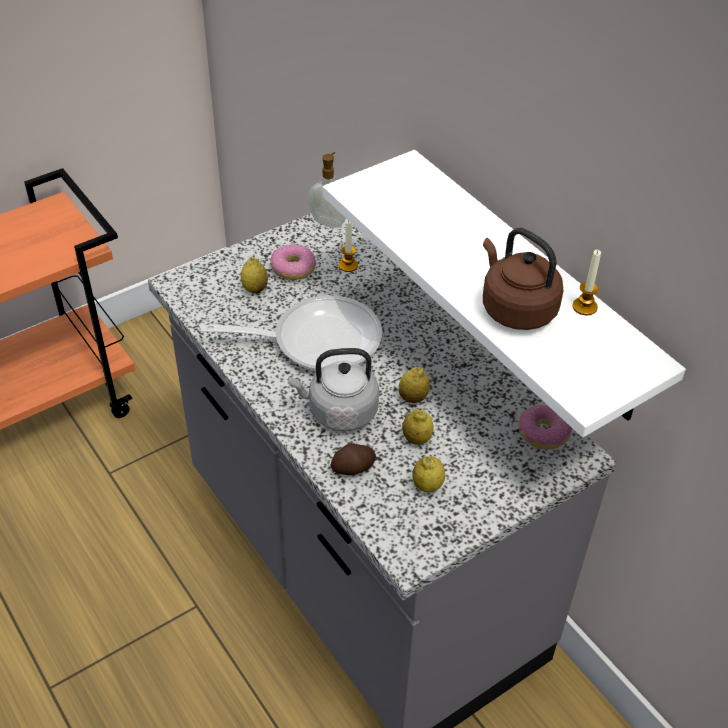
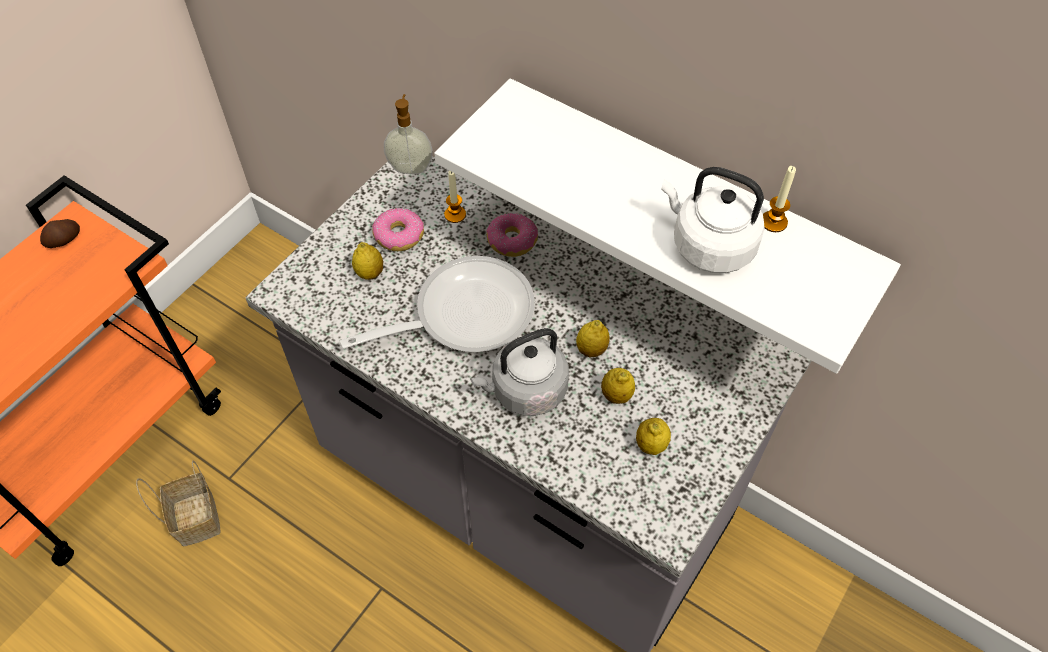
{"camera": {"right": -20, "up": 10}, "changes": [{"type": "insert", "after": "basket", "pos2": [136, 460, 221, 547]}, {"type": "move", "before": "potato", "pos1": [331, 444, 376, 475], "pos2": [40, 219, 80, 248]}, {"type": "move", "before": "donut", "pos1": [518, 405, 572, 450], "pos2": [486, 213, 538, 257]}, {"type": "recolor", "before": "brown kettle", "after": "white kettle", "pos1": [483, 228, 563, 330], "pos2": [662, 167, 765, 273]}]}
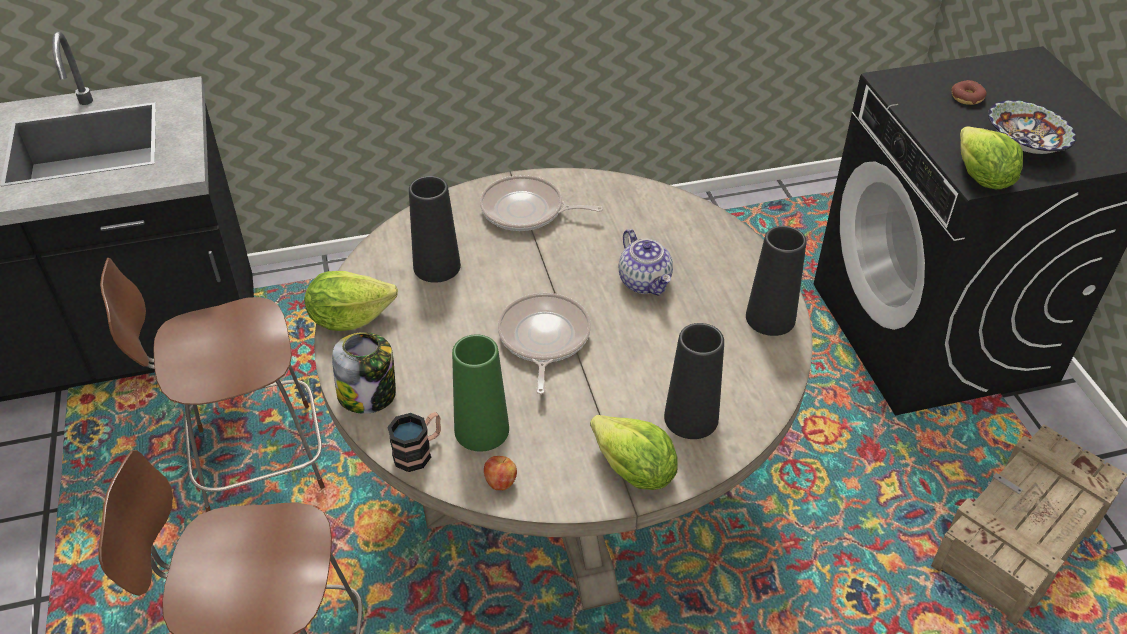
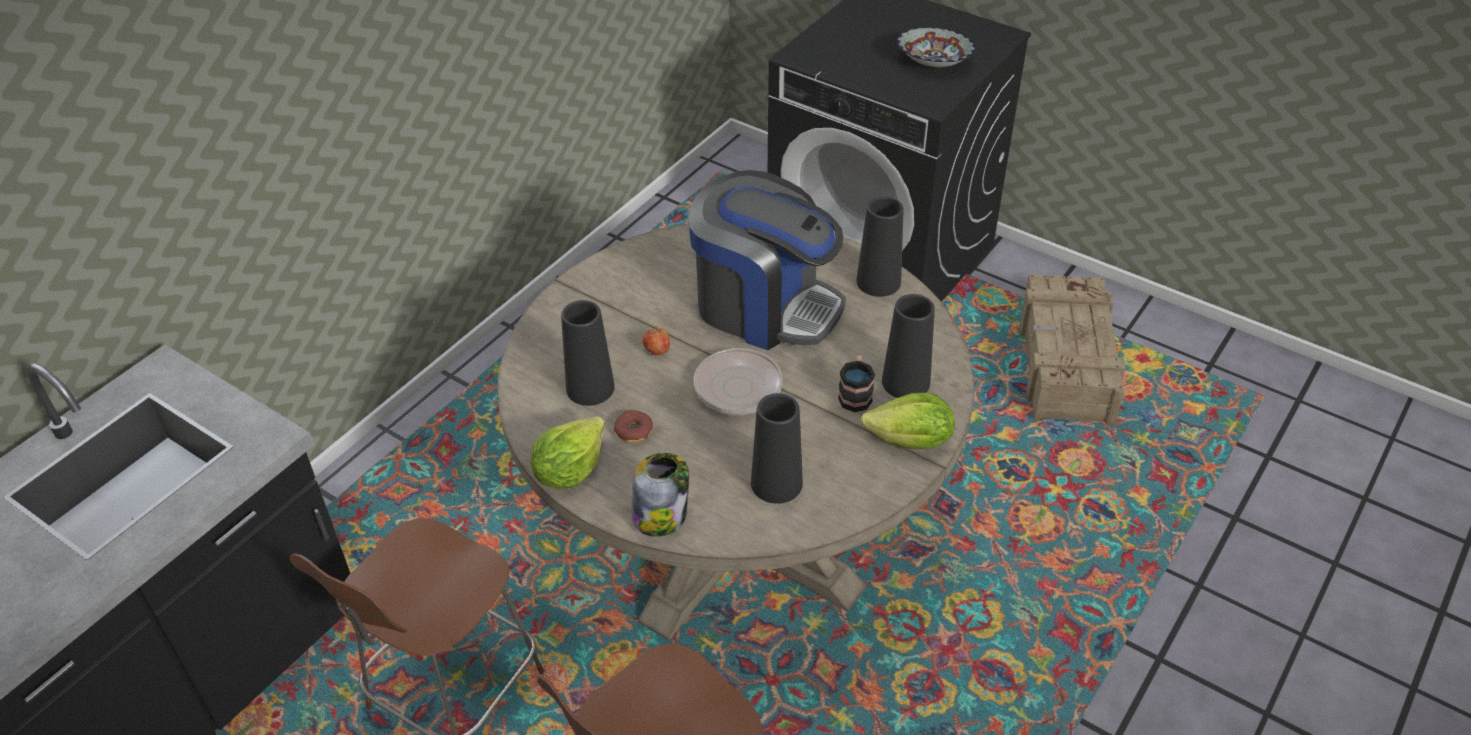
{"camera": {"right": -40, "up": 0}, "changes": [{"type": "delete", "before": "frying pan", "pos1": [480, 175, 603, 231]}, {"type": "delete", "before": "lettuce", "pos1": [960, 126, 1023, 189]}, {"type": "move", "before": "mug", "pos1": [387, 412, 441, 472], "pos2": [838, 354, 875, 412]}, {"type": "move", "before": "apple", "pos1": [484, 456, 517, 490], "pos2": [642, 327, 670, 355]}, {"type": "move", "before": "donut", "pos1": [951, 80, 987, 105], "pos2": [614, 410, 653, 443]}, {"type": "replace", "before": "teapot", "after": "coffee machine", "pos1": [619, 229, 673, 296], "pos2": [689, 170, 846, 350]}, {"type": "recolor", "before": "green vase", "after": "black vase", "pos1": [452, 334, 509, 451], "pos2": [751, 393, 803, 504]}]}
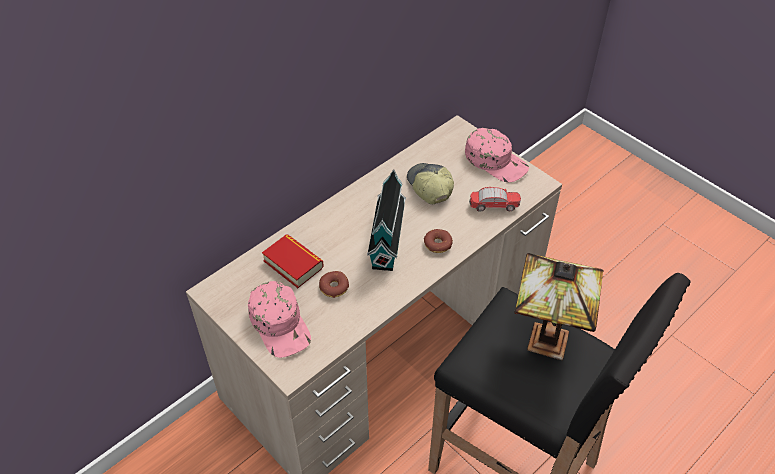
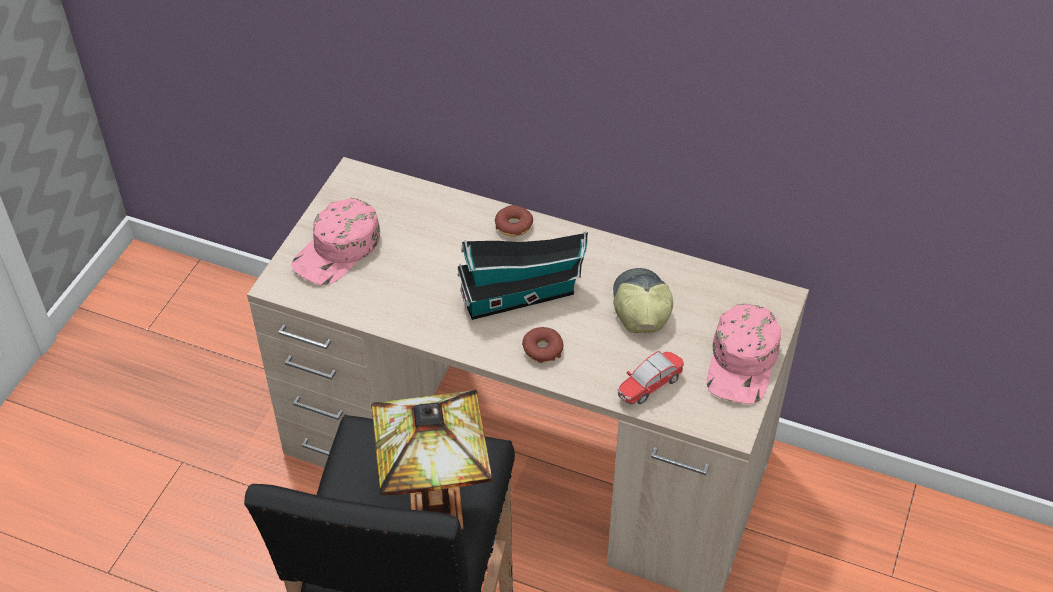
{"camera": {"right": 65, "up": 0}, "changes": [{"type": "delete", "before": "book", "pos1": [262, 234, 324, 288]}, {"type": "move", "before": "donut", "pos1": [319, 271, 349, 298], "pos2": [495, 205, 533, 237]}, {"type": "rotate", "before": "cap", "pos1": [407, 163, 454, 204], "pos2": [613, 268, 673, 333], "turn": -45}, {"type": "rotate", "before": "toy car", "pos1": [469, 187, 521, 212], "pos2": [618, 351, 684, 405], "turn": 75}]}
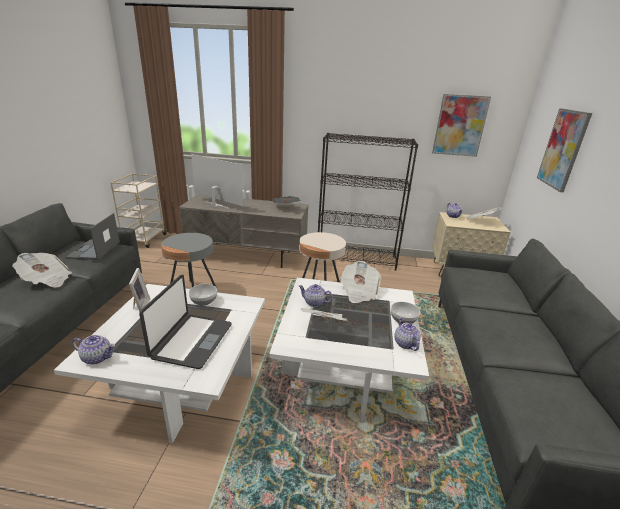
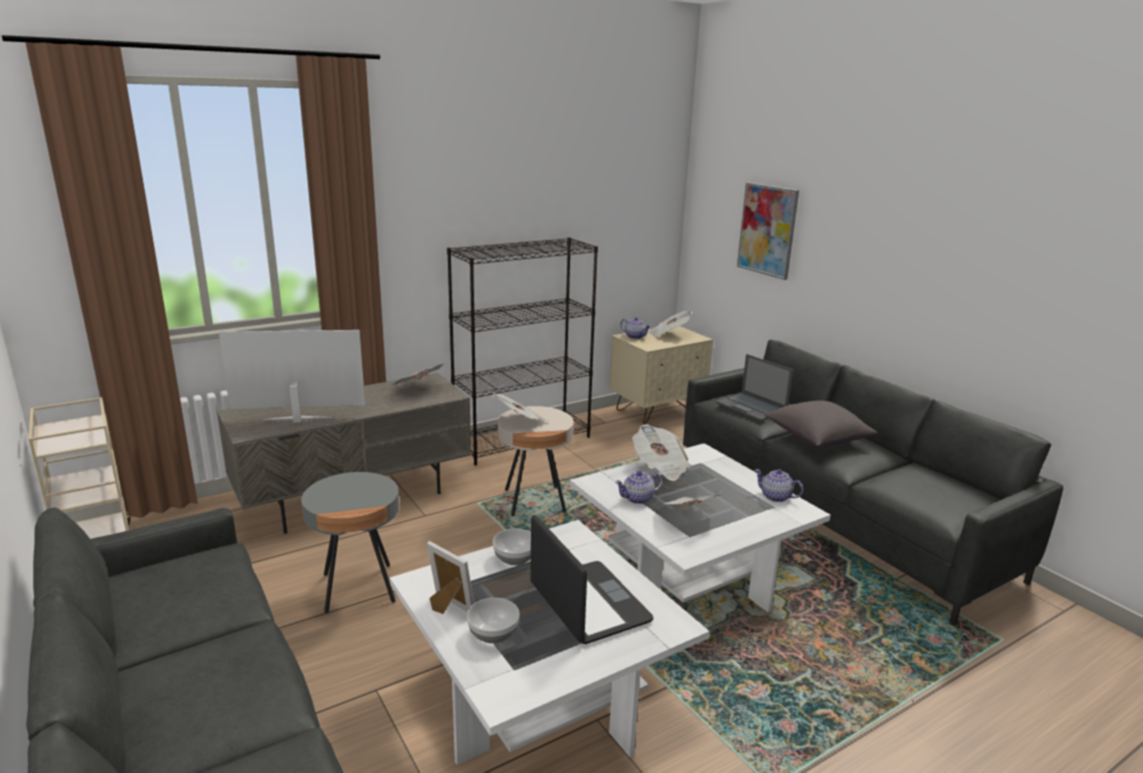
{"camera": {"right": -40, "up": -5}, "changes": [{"type": "delete", "before": "teapot", "pos1": [72, 335, 115, 365]}, {"type": "delete", "before": "picture", "pos1": [432, 94, 491, 157]}, {"type": "insert", "after": "grey pillow", "pos2": [765, 401, 877, 448]}, {"type": "move", "before": "newspaper", "pos1": [13, 253, 72, 288], "pos2": [491, 394, 549, 421]}, {"type": "move", "before": "laptop", "pos1": [66, 213, 120, 260], "pos2": [716, 354, 793, 421]}, {"type": "move", "before": "bowl", "pos1": [391, 302, 420, 324], "pos2": [467, 598, 520, 644]}]}
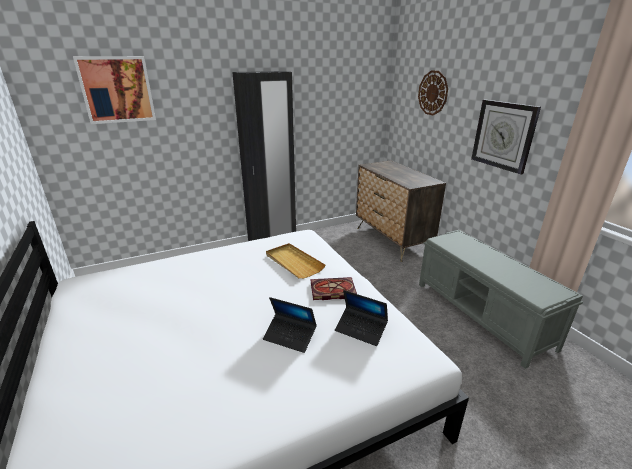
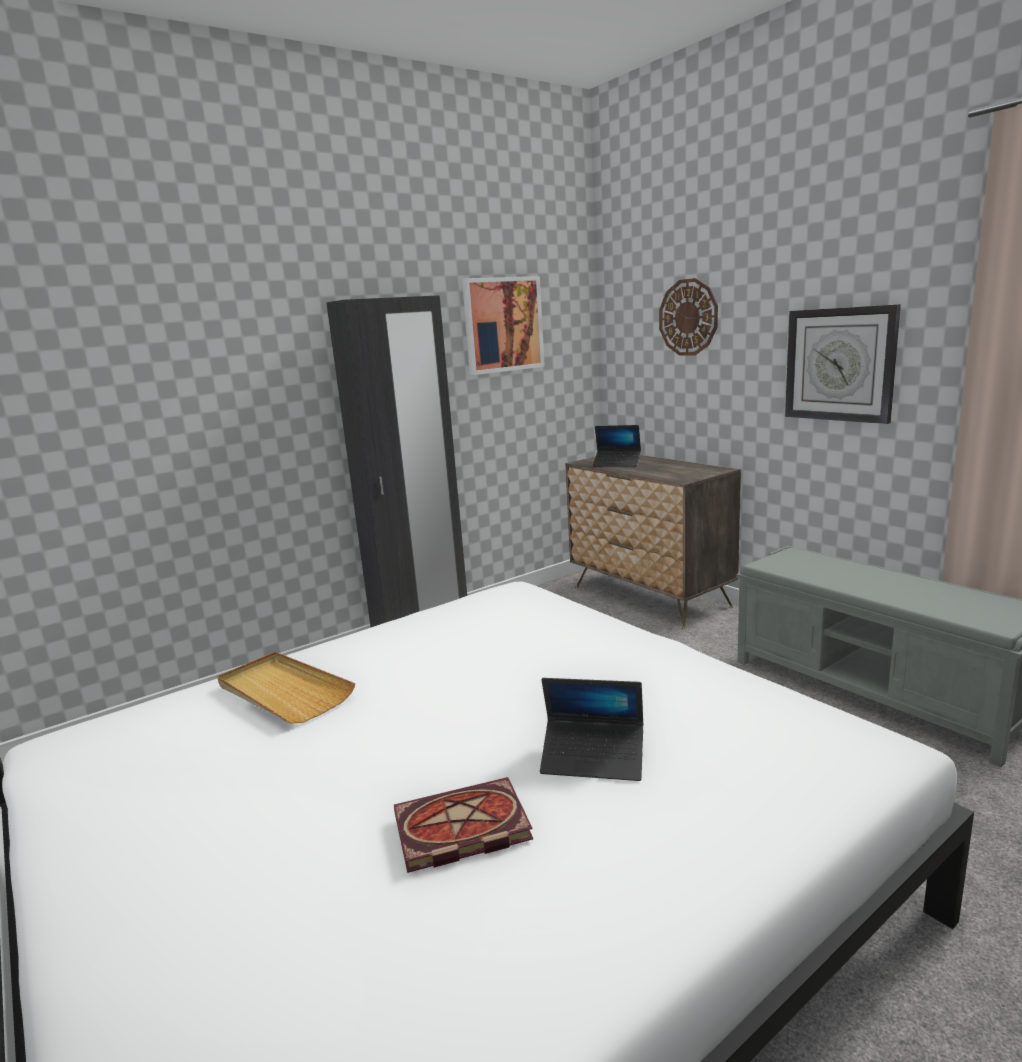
{"camera": {"right": -10, "up": -10}, "changes": [{"type": "move", "before": "picture", "pos1": [73, 56, 156, 124], "pos2": [462, 276, 545, 375]}, {"type": "move", "before": "beige tray", "pos1": [266, 243, 325, 279], "pos2": [217, 652, 355, 724]}, {"type": "move", "before": "book", "pos1": [311, 277, 357, 300], "pos2": [394, 777, 533, 873]}, {"type": "move", "before": "laptop", "pos1": [335, 290, 388, 346], "pos2": [593, 425, 641, 467]}]}
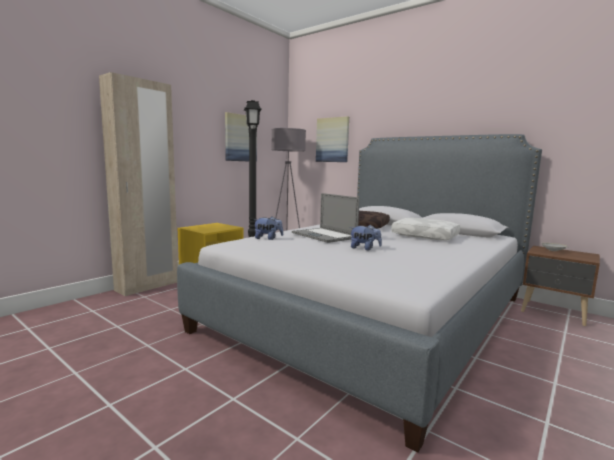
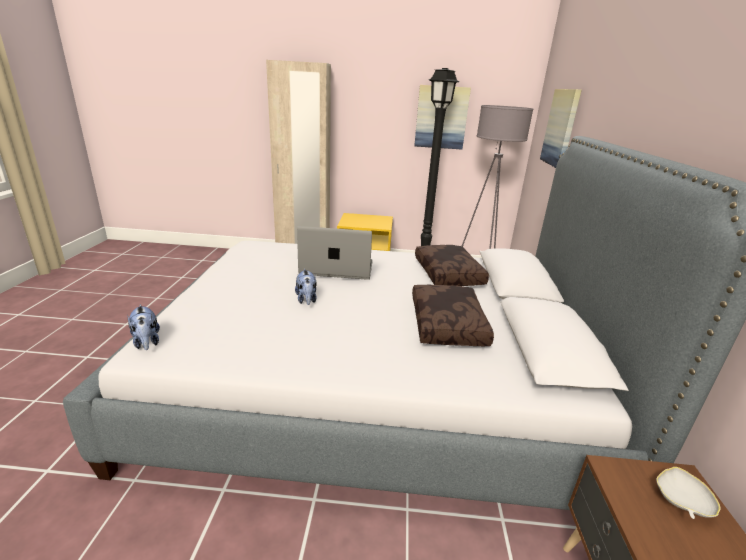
{"camera": {"right": 55, "up": 15}, "changes": [{"type": "move", "before": "plush toy", "pos1": [254, 217, 283, 240], "pos2": [127, 304, 160, 350]}, {"type": "recolor", "before": "white pillow", "after": "brown pillow", "pos1": [391, 217, 460, 240], "pos2": [412, 285, 494, 346]}, {"type": "rotate", "before": "laptop", "pos1": [292, 193, 360, 243], "pos2": [297, 226, 373, 280], "turn": 75}]}
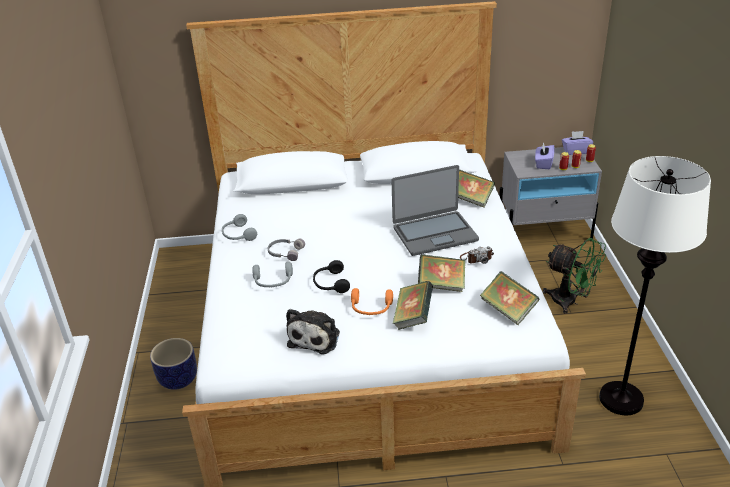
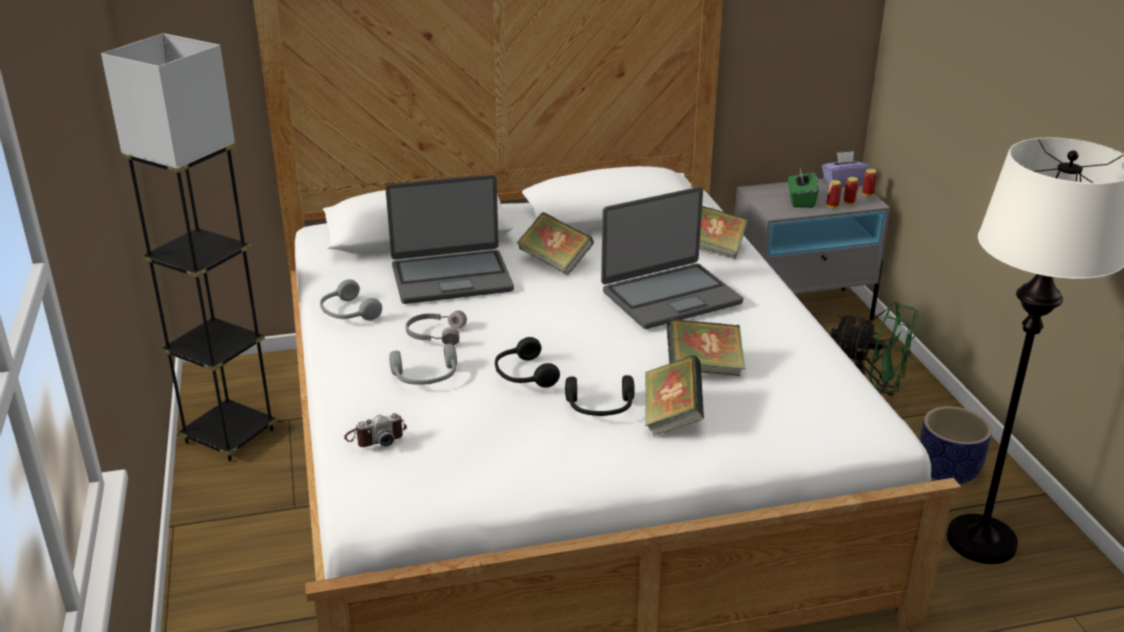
{"camera": {"right": -10, "up": -5}, "changes": [{"type": "delete", "before": "plush toy", "pos1": [286, 309, 340, 354]}, {"type": "insert", "after": "grey floor lamp", "pos2": [101, 33, 277, 462]}, {"type": "insert", "after": "laptop", "pos2": [386, 175, 514, 304]}, {"type": "move", "before": "planter", "pos1": [150, 338, 197, 390], "pos2": [919, 406, 992, 484]}, {"type": "move", "before": "photo camera", "pos1": [460, 246, 494, 264], "pos2": [344, 413, 407, 447]}, {"type": "move", "before": "book", "pos1": [480, 271, 539, 325], "pos2": [517, 212, 594, 276]}, {"type": "recolor", "before": "orange headphones", "after": "black headphones", "pos1": [351, 288, 393, 315], "pos2": [565, 375, 635, 416]}, {"type": "recolor", "before": "purple tissue box", "after": "green tissue box", "pos1": [535, 142, 555, 169], "pos2": [788, 168, 819, 208]}]}
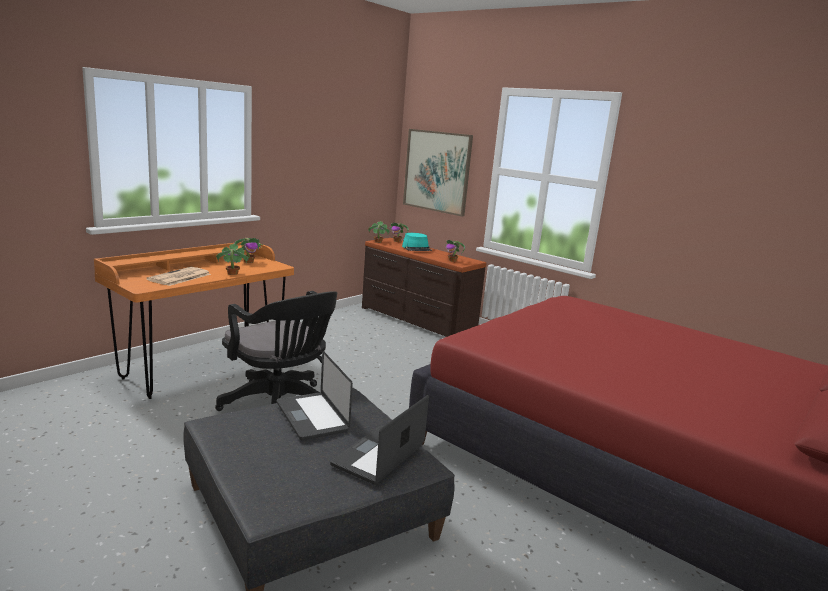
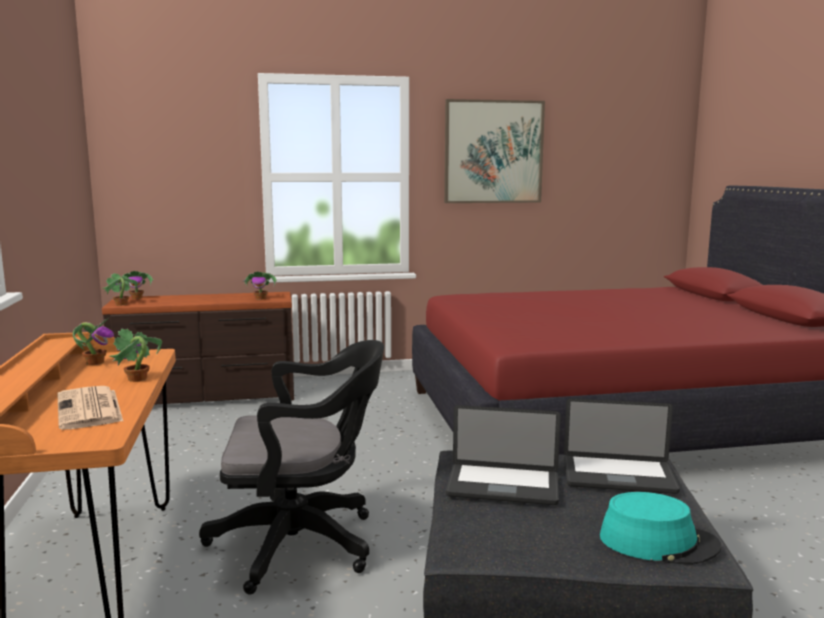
{"camera": {"right": -50, "up": -5}, "changes": [{"type": "move", "before": "turquoise hat", "pos1": [402, 233, 432, 251], "pos2": [600, 492, 722, 565]}, {"type": "move", "before": "picture", "pos1": [403, 129, 473, 217], "pos2": [444, 99, 545, 203]}, {"type": "rotate", "before": "laptop", "pos1": [330, 395, 429, 485], "pos2": [564, 398, 680, 494], "turn": -60}]}
